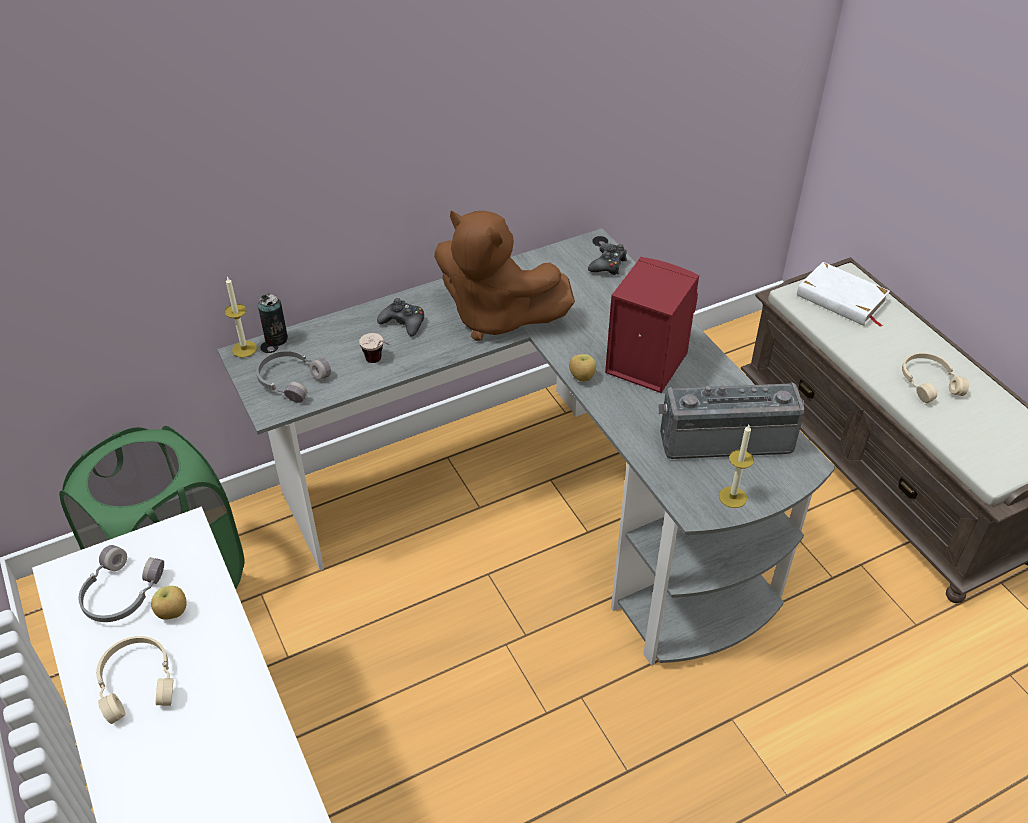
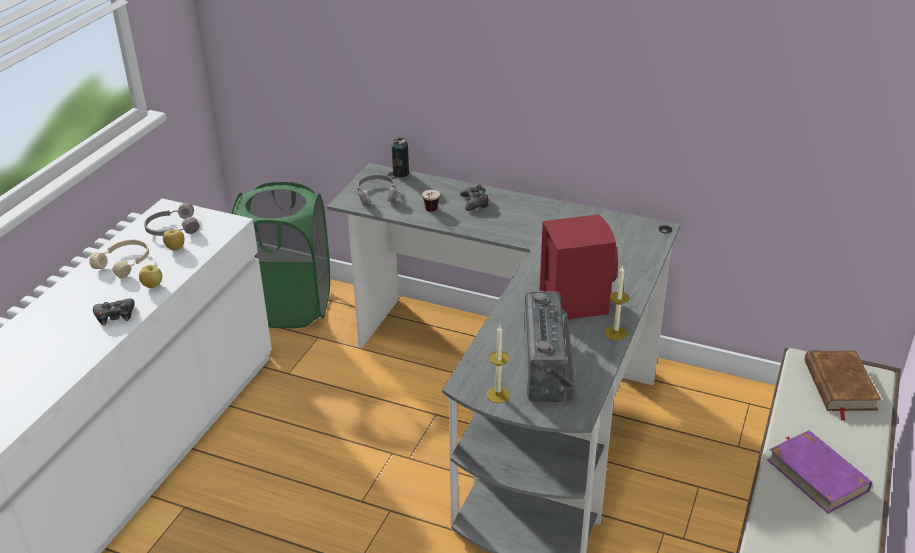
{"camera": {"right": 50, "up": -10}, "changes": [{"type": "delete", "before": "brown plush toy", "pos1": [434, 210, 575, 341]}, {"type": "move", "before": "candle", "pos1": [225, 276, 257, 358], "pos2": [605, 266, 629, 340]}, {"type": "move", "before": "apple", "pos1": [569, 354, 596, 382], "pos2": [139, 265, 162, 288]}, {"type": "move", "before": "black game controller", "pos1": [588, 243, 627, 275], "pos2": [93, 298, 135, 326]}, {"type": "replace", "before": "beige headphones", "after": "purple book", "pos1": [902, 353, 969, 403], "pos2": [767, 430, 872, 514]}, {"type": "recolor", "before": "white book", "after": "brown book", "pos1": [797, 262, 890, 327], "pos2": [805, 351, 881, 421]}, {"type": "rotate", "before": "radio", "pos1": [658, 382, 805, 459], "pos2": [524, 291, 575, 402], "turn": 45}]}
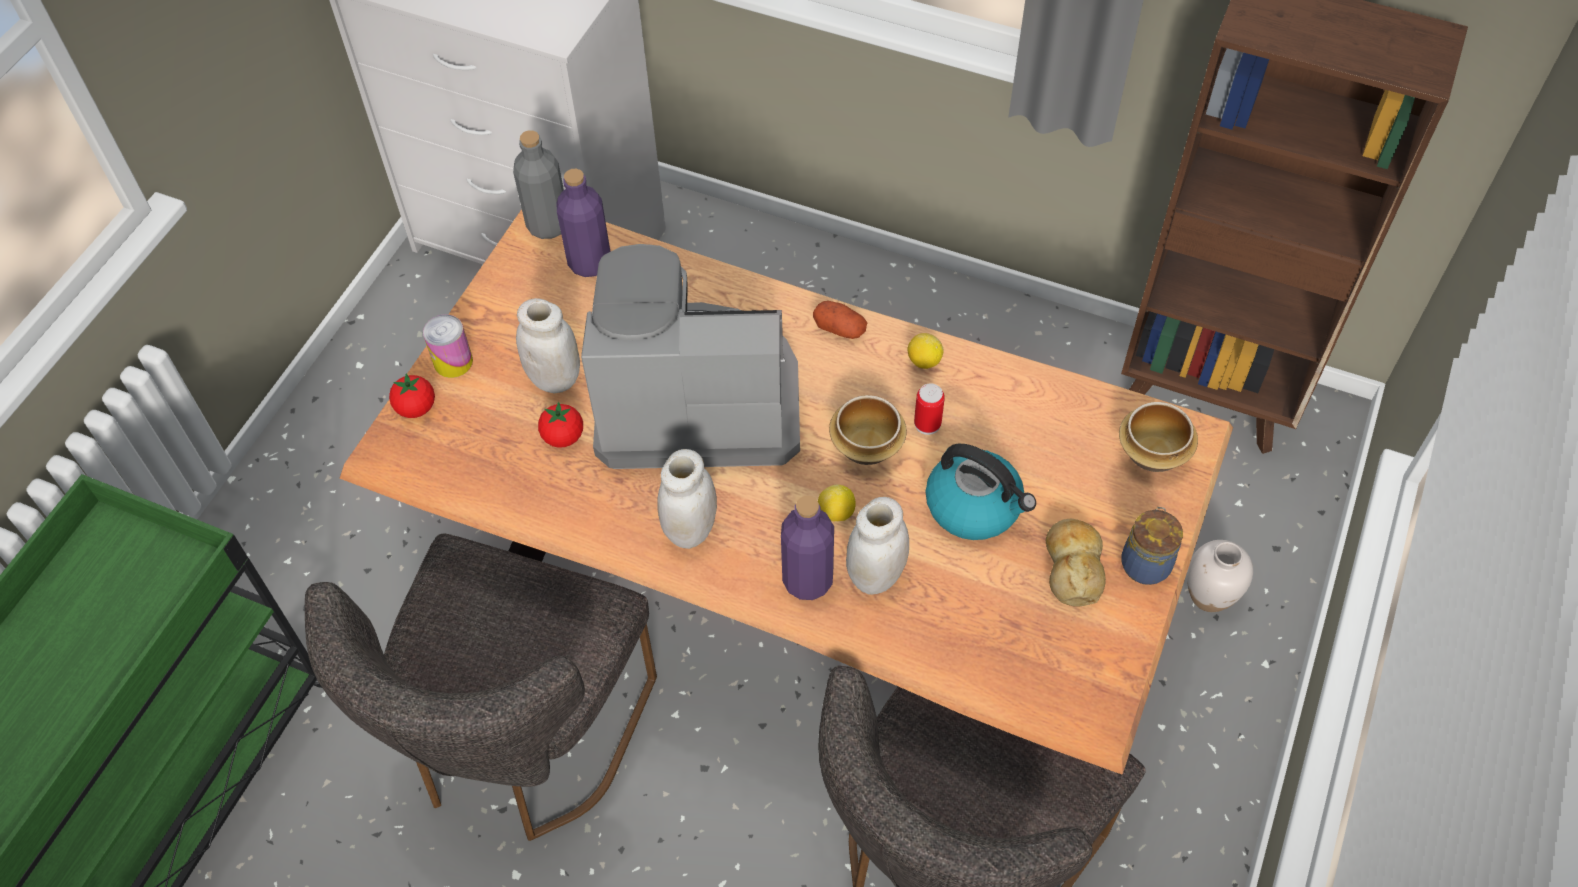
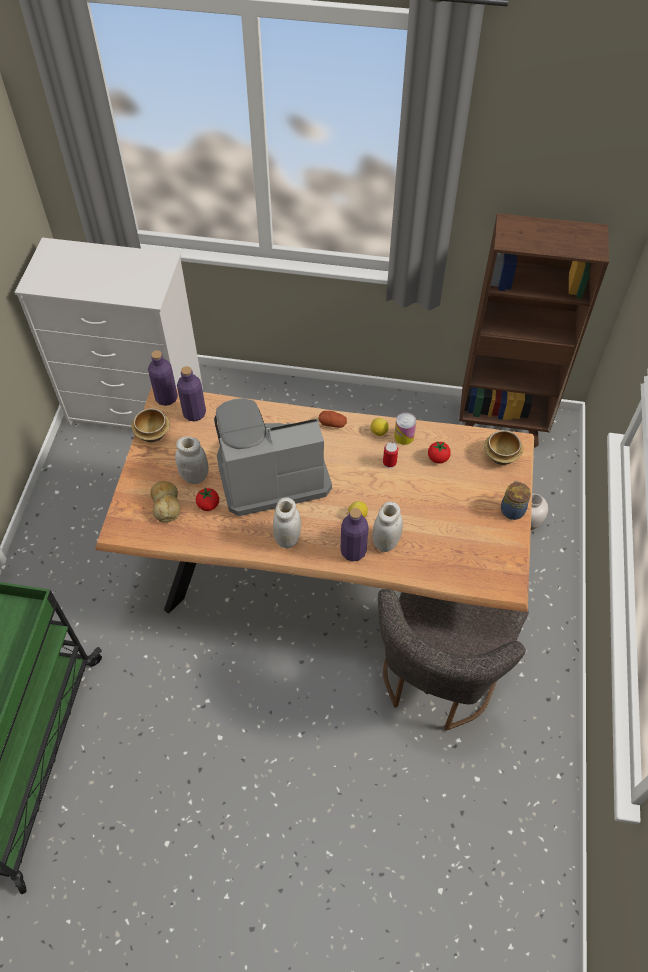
{"camera": {"right": -15, "up": 0}, "changes": [{"type": "delete", "before": "grey chair", "pos1": [305, 534, 657, 841]}, {"type": "delete", "before": "kettle", "pos1": [926, 444, 1036, 540]}, {"type": "move", "before": "tomato", "pos1": [389, 373, 435, 418], "pos2": [428, 442, 451, 464]}, {"type": "move", "before": "can", "pos1": [423, 314, 473, 378], "pos2": [394, 412, 416, 445]}, {"type": "move", "before": "bowl", "pos1": [829, 395, 907, 465], "pos2": [132, 408, 170, 442]}, {"type": "move", "before": "bread", "pos1": [1046, 519, 1106, 607], "pos2": [150, 481, 180, 523]}, {"type": "recolor", "before": "grey bottle", "after": "purple bottle", "pos1": [513, 130, 564, 239], "pos2": [148, 350, 178, 406]}]}
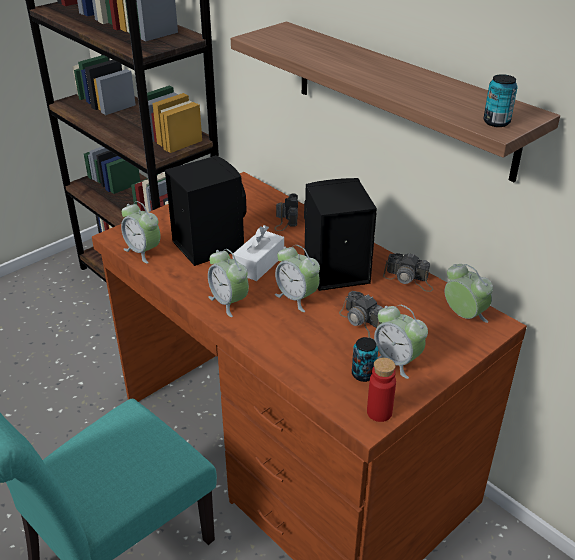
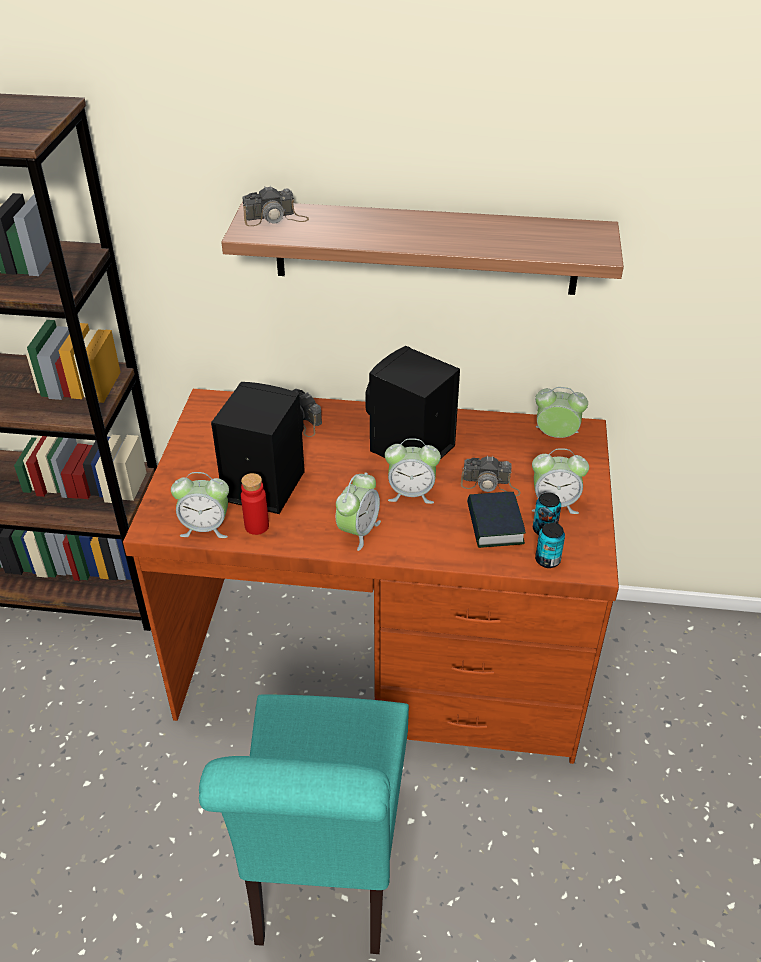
{"camera": {"right": -40, "up": 5}, "changes": [{"type": "delete", "before": "white tissue box", "pos1": [232, 225, 284, 281]}, {"type": "insert", "after": "book", "pos2": [467, 492, 526, 548]}, {"type": "move", "before": "red bottle", "pos1": [367, 358, 396, 422], "pos2": [241, 473, 269, 535]}, {"type": "move", "before": "photo camera", "pos1": [383, 252, 434, 292], "pos2": [242, 185, 309, 226]}, {"type": "move", "before": "can", "pos1": [484, 74, 517, 127], "pos2": [535, 522, 565, 568]}, {"type": "rotate", "before": "alarm clock", "pos1": [208, 249, 249, 317], "pos2": [336, 472, 381, 551], "turn": -75}]}
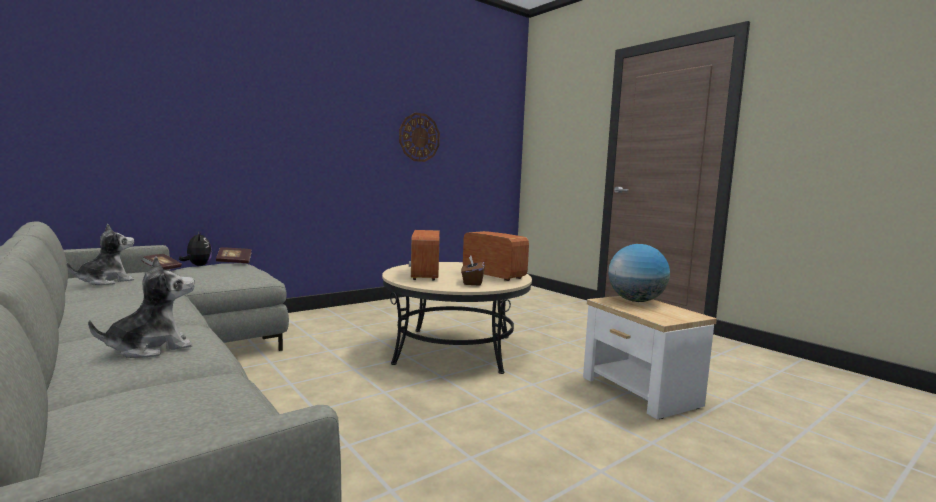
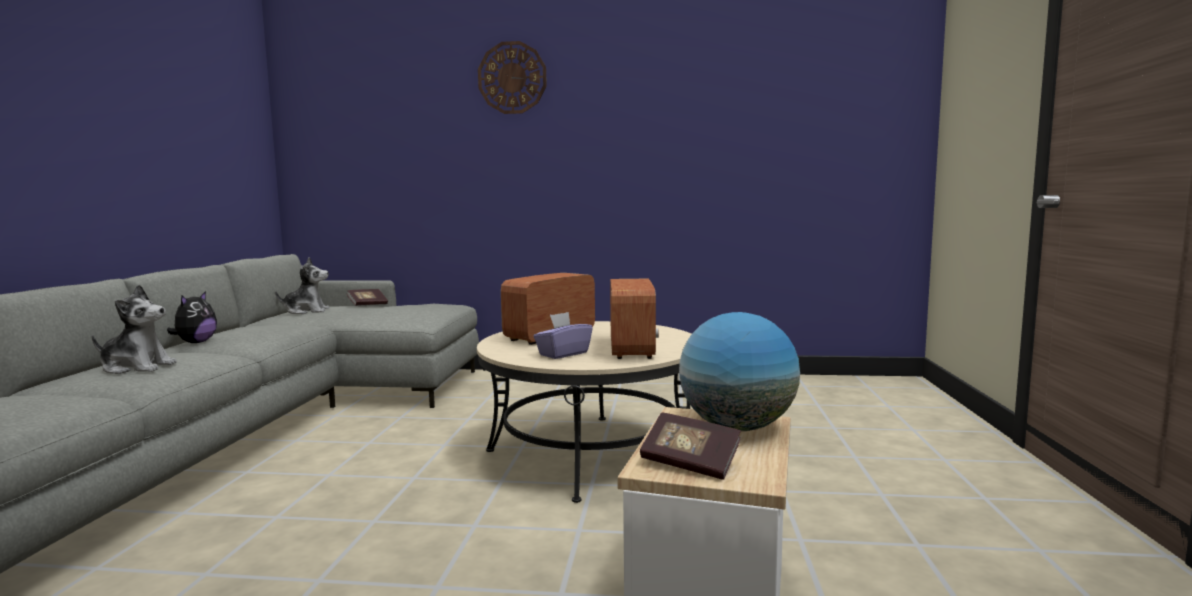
{"camera": {"right": 45, "up": 0}, "changes": [{"type": "move", "before": "plush toy", "pos1": [179, 232, 212, 266], "pos2": [167, 291, 217, 343]}, {"type": "move", "before": "book", "pos1": [216, 247, 252, 263], "pos2": [640, 412, 741, 480]}, {"type": "move", "before": "wall clock", "pos1": [399, 113, 440, 162], "pos2": [478, 41, 547, 114]}, {"type": "recolor", "before": "brown tissue box", "after": "purple tissue box", "pos1": [461, 256, 485, 286], "pos2": [533, 312, 593, 359]}]}
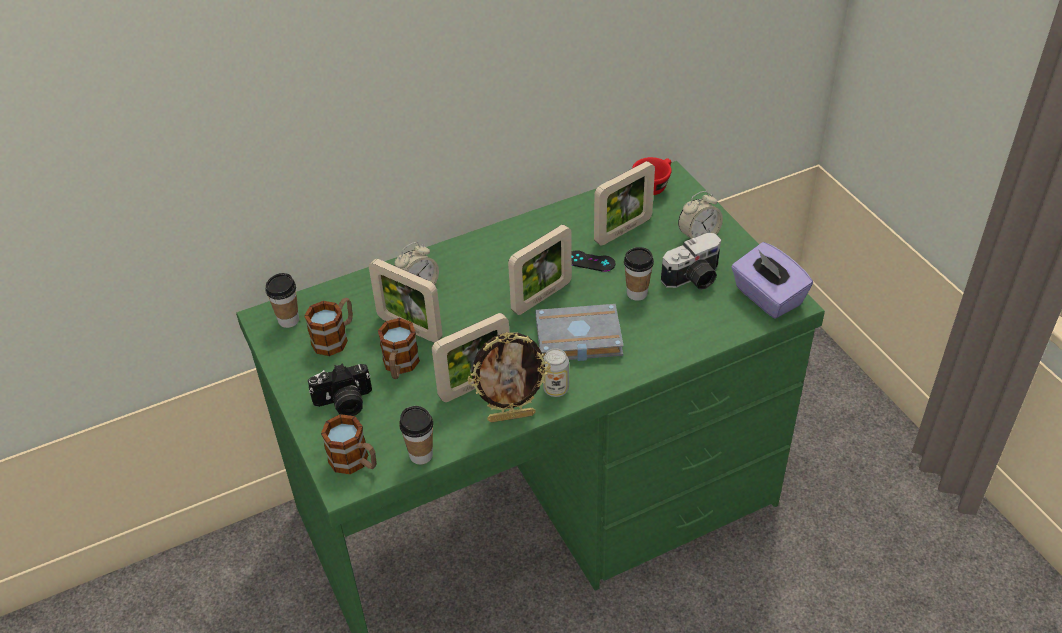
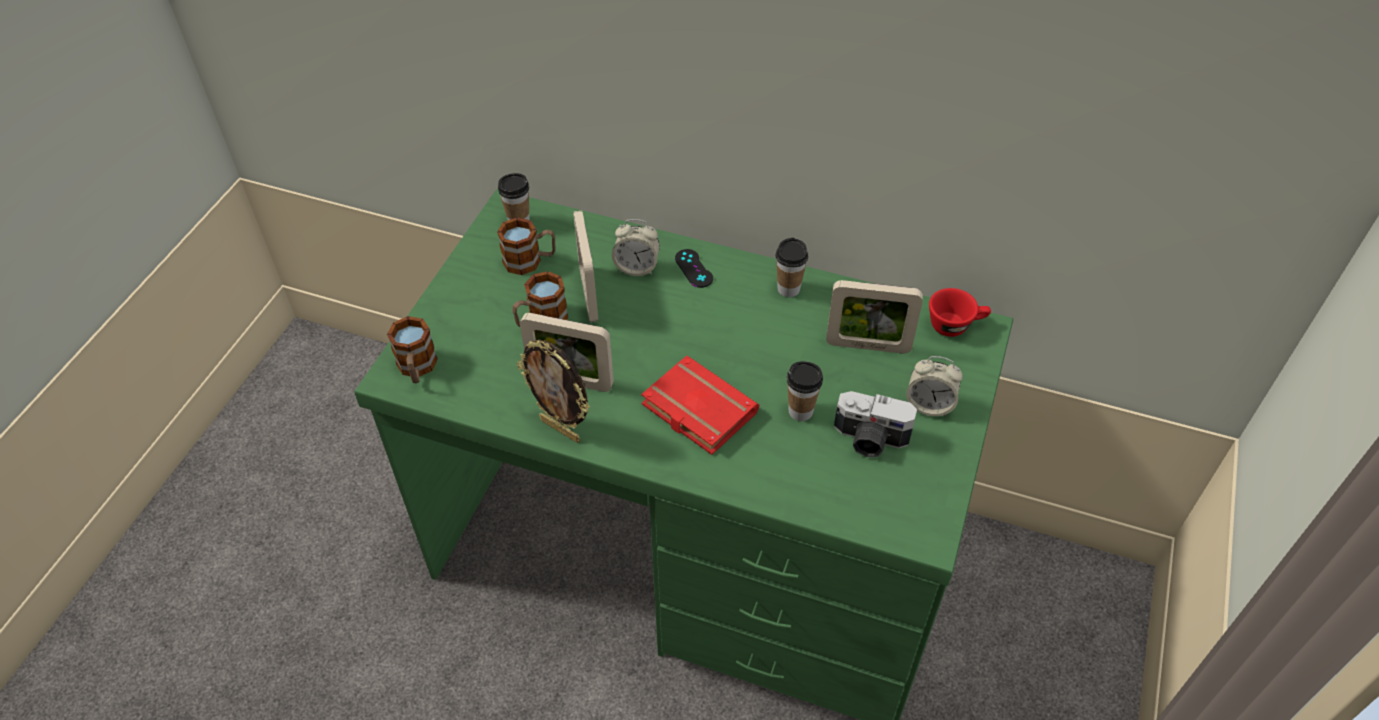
{"camera": {"right": 45, "up": 5}, "changes": [{"type": "delete", "before": "photo camera", "pos1": [308, 363, 372, 416]}, {"type": "delete", "before": "picture frame", "pos1": [508, 225, 572, 315]}, {"type": "delete", "before": "can", "pos1": [543, 349, 569, 397]}, {"type": "delete", "before": "purple tissue box", "pos1": [731, 242, 813, 319]}, {"type": "move", "before": "cup", "pos1": [399, 406, 433, 465], "pos2": [776, 238, 808, 297]}, {"type": "move", "before": "black game controller", "pos1": [572, 250, 615, 272], "pos2": [675, 249, 713, 288]}, {"type": "recolor", "before": "grey book", "after": "red book", "pos1": [535, 304, 624, 361], "pos2": [641, 356, 759, 455]}]}
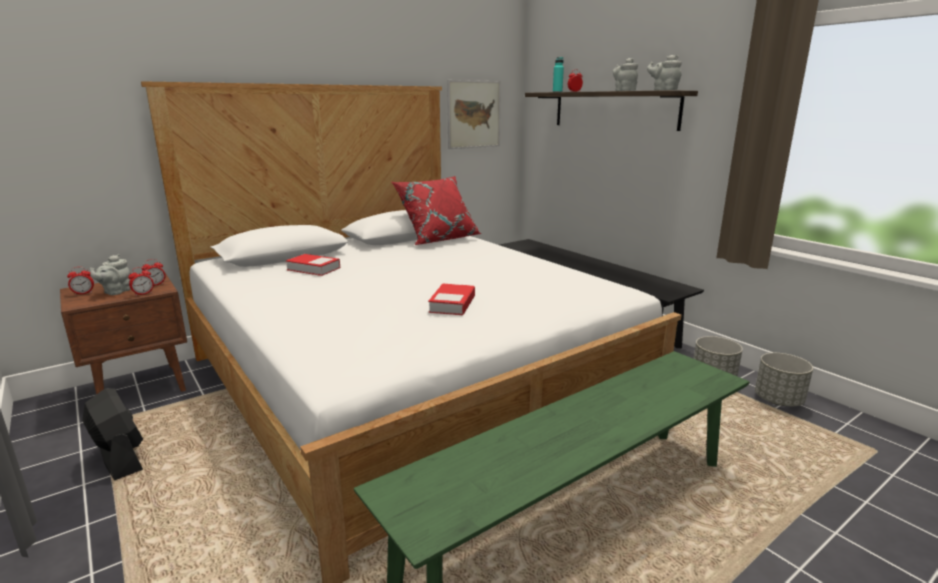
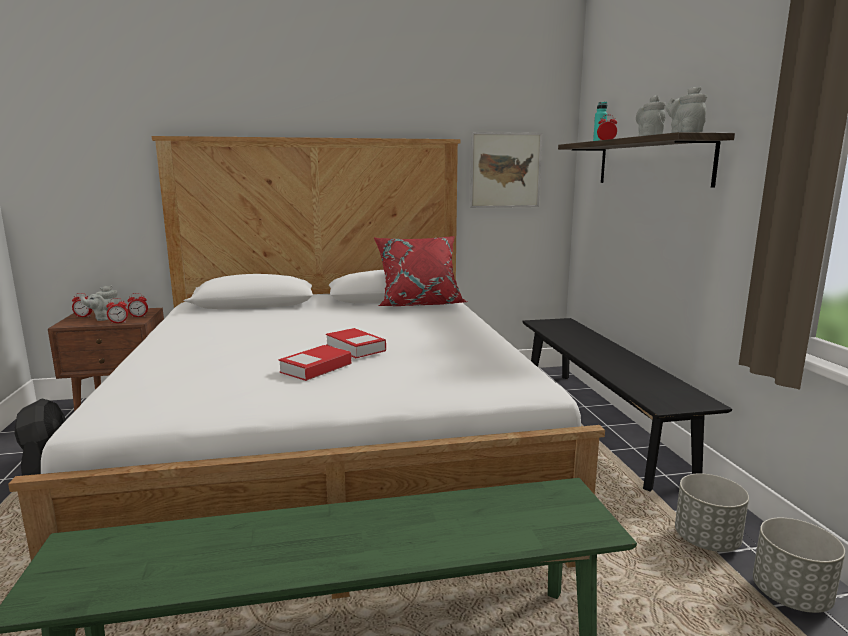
{"camera": {"right": 25, "up": -5}, "changes": [{"type": "move", "before": "book", "pos1": [286, 254, 340, 276], "pos2": [326, 328, 386, 358]}]}
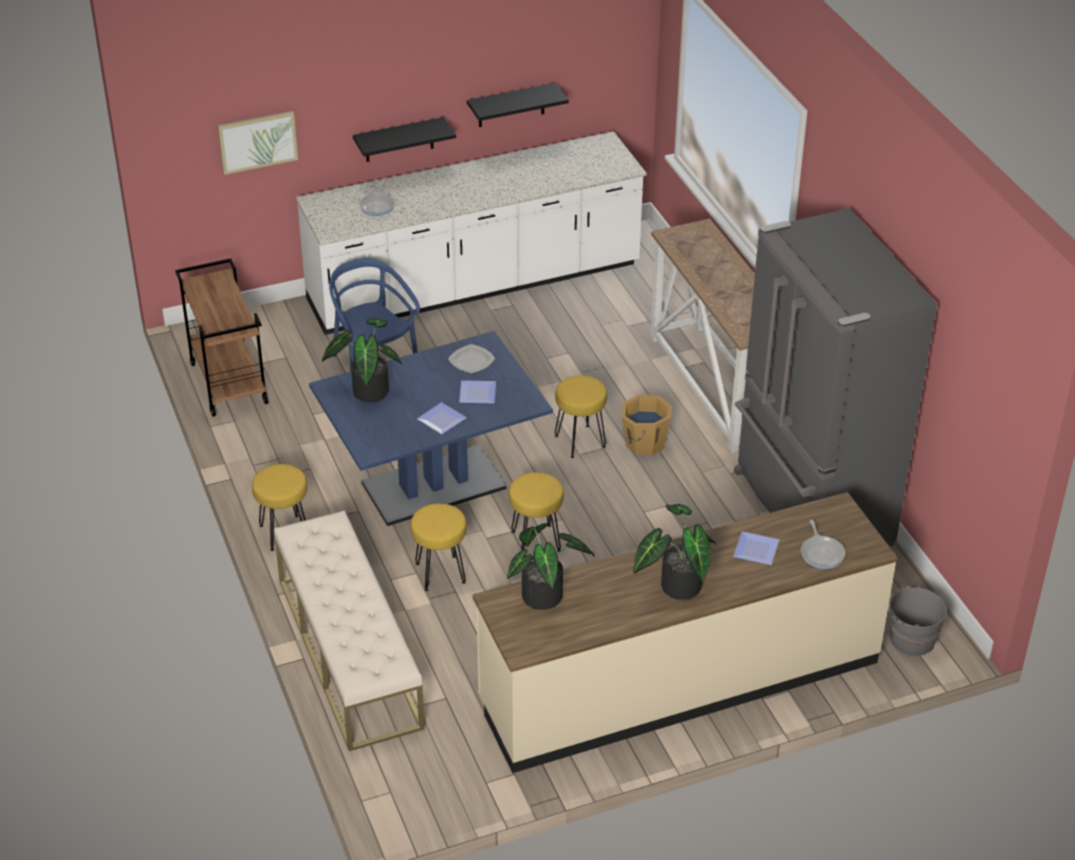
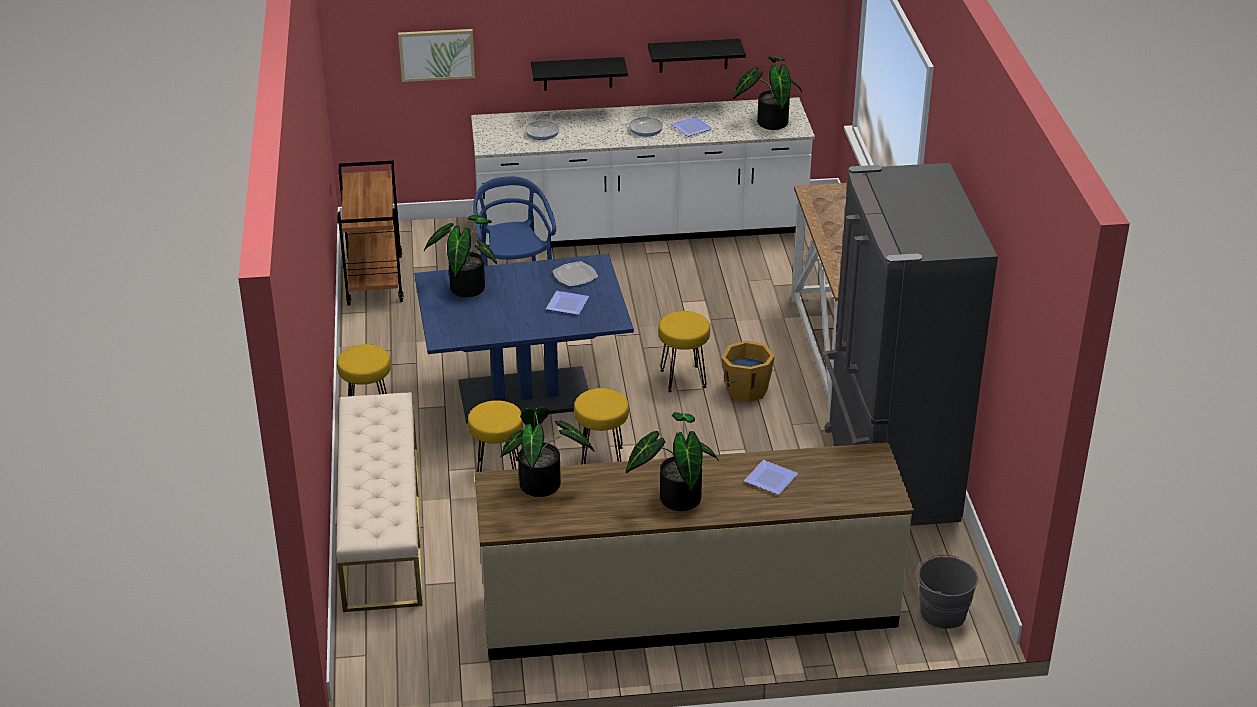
{"camera": {"right": 15, "up": -5}, "changes": [{"type": "insert", "after": "potted plant", "pos2": [733, 56, 802, 130]}, {"type": "move", "before": "plate", "pos1": [417, 402, 467, 435], "pos2": [671, 116, 713, 137]}, {"type": "move", "before": "frying pan", "pos1": [801, 520, 845, 569], "pos2": [629, 108, 663, 136]}]}
